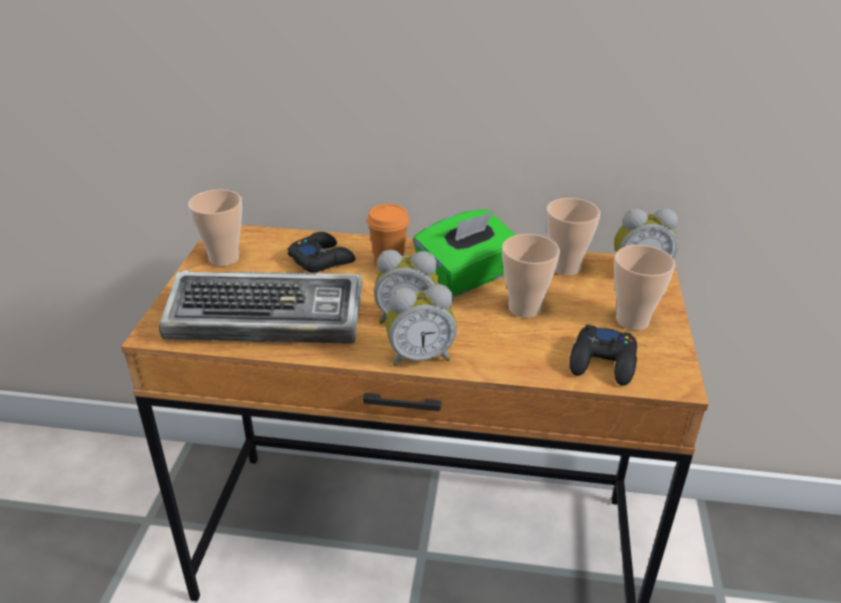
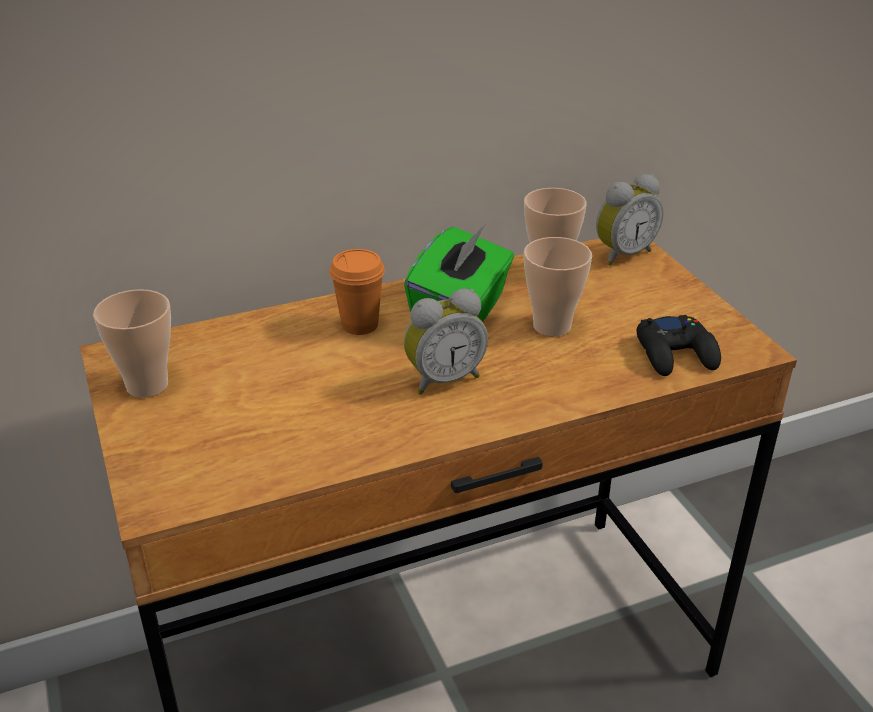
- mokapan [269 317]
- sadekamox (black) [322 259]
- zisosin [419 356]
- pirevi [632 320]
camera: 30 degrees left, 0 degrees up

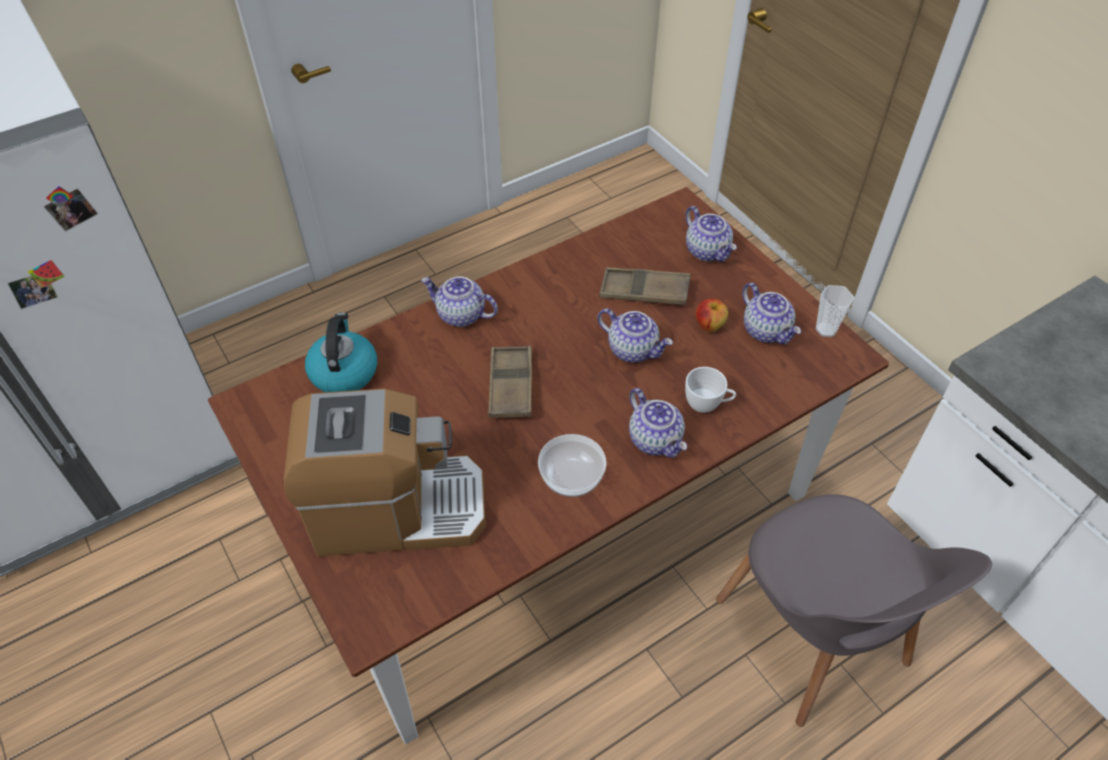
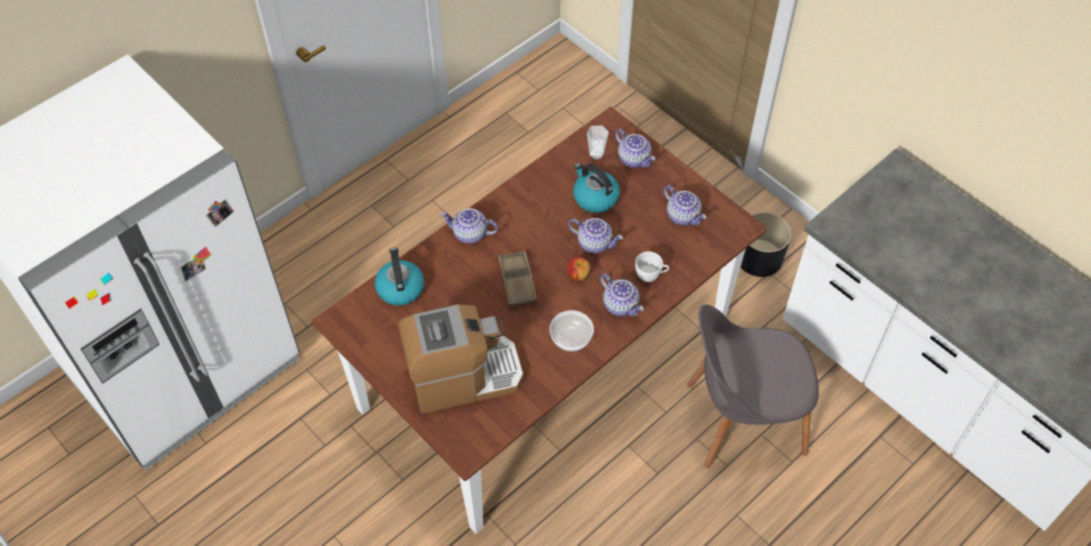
~ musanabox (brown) [644 291] to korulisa [595 197]
~ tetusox [709 325] to [578 275]
~ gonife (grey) [813 637] = [741 419] 120 degrees clockwise
~ pirevi [826 330] to [596 154]
+ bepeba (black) [759 258]
camera: 10 degrees left, 5 degrees up

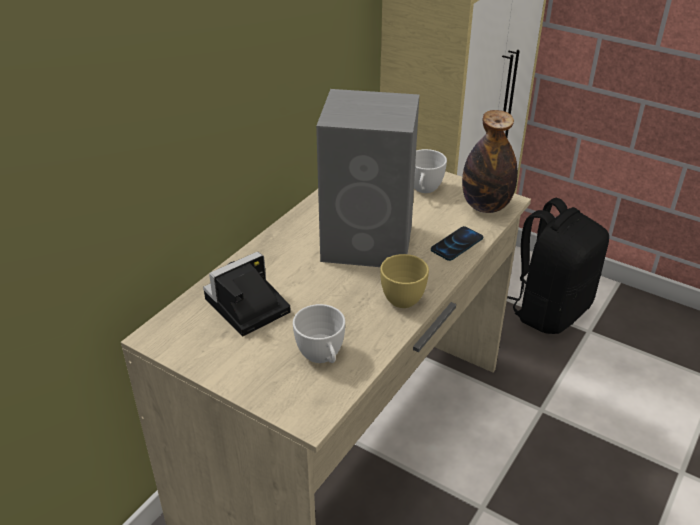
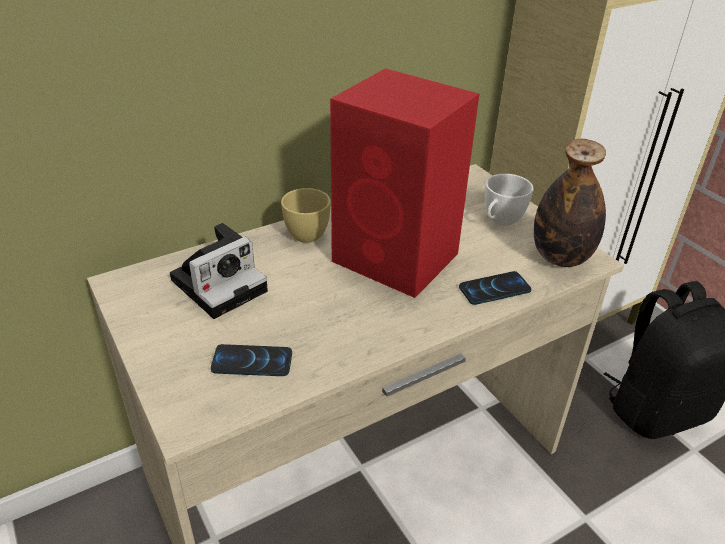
~ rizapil [245 307] = [221 283] 150 degrees clockwise
~ pirevi (white) [322 357] to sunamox [252 362]
~ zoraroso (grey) [370 243] to zoraroso (red) [398 259]
~ pirevi (yellow) [399 296] to [307 231]
camera: 25 degrees right, 0 degrees up

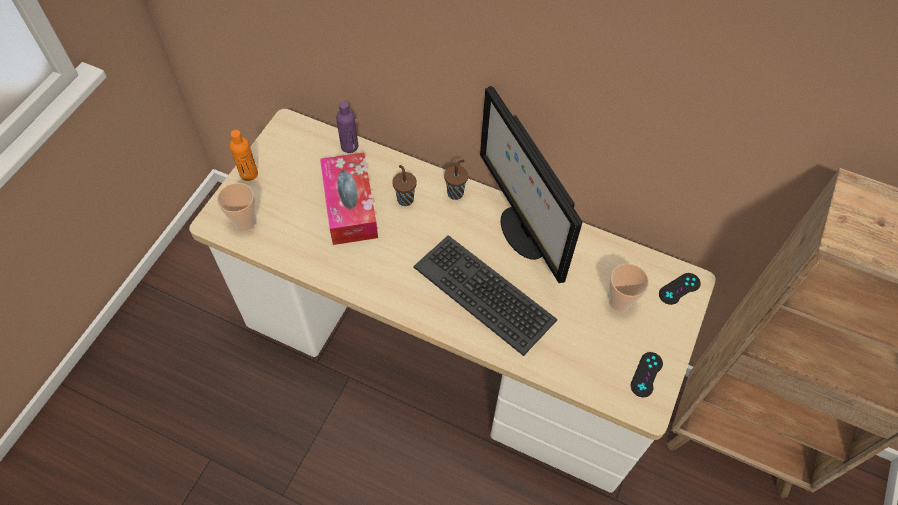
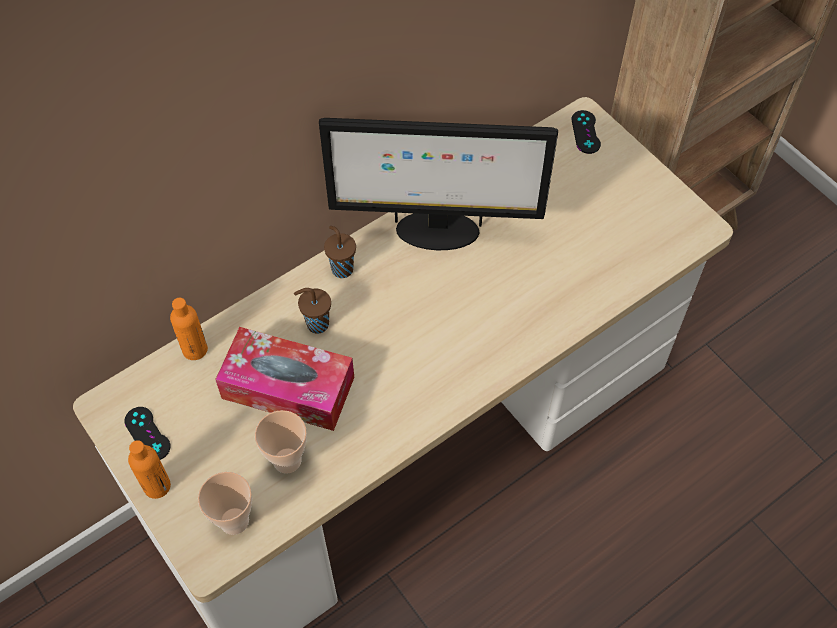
~ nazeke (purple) [349 146] to nazeke (orange) [195 349]
- mokapan [484 293]
~ pirevi [619 302] to [287 460]
~ sadekamox (black) [646 374] to [147 433]
camera: 60 degrees left, 0 degrees up

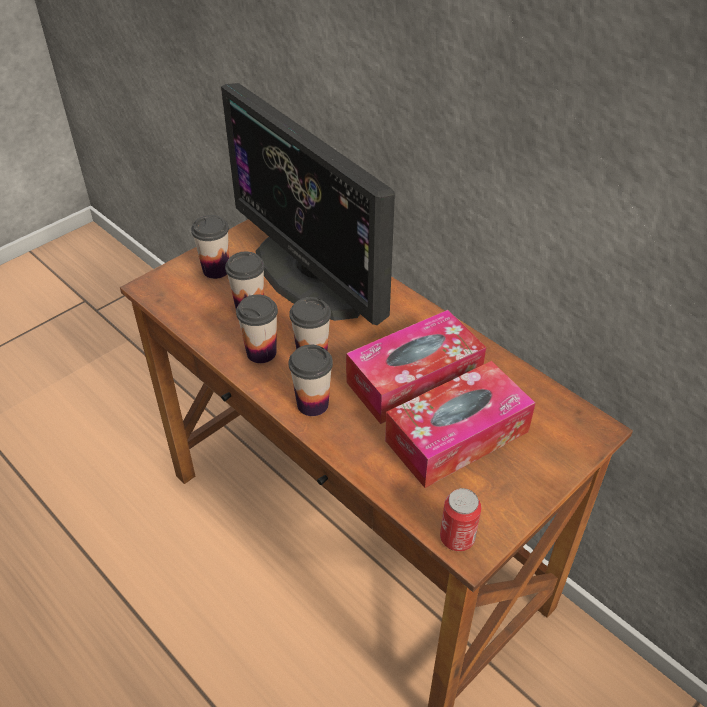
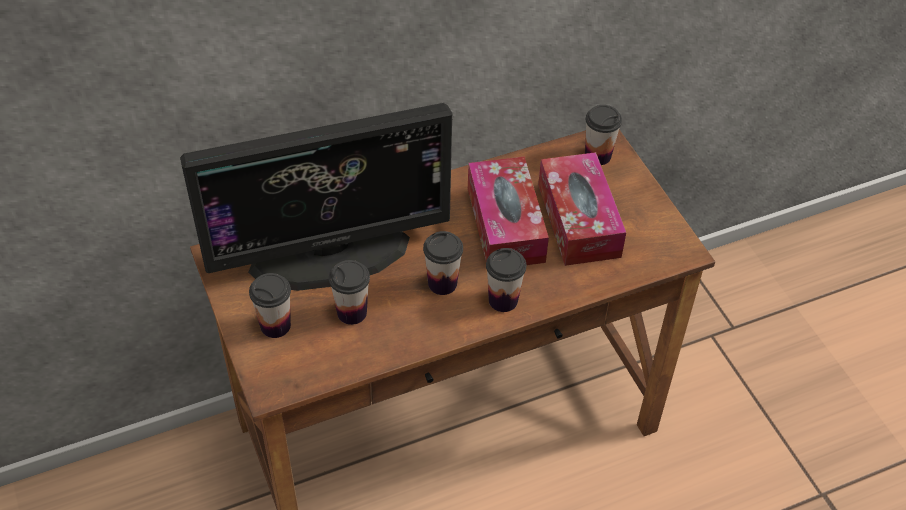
~ pirevi [261 352] to [598 155]
- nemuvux [457 538]
camera: 70 degrees left, 5 degrees up

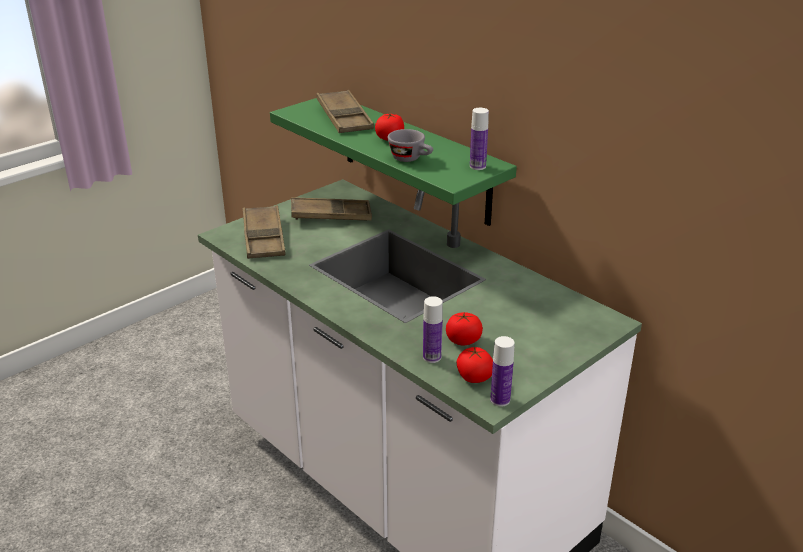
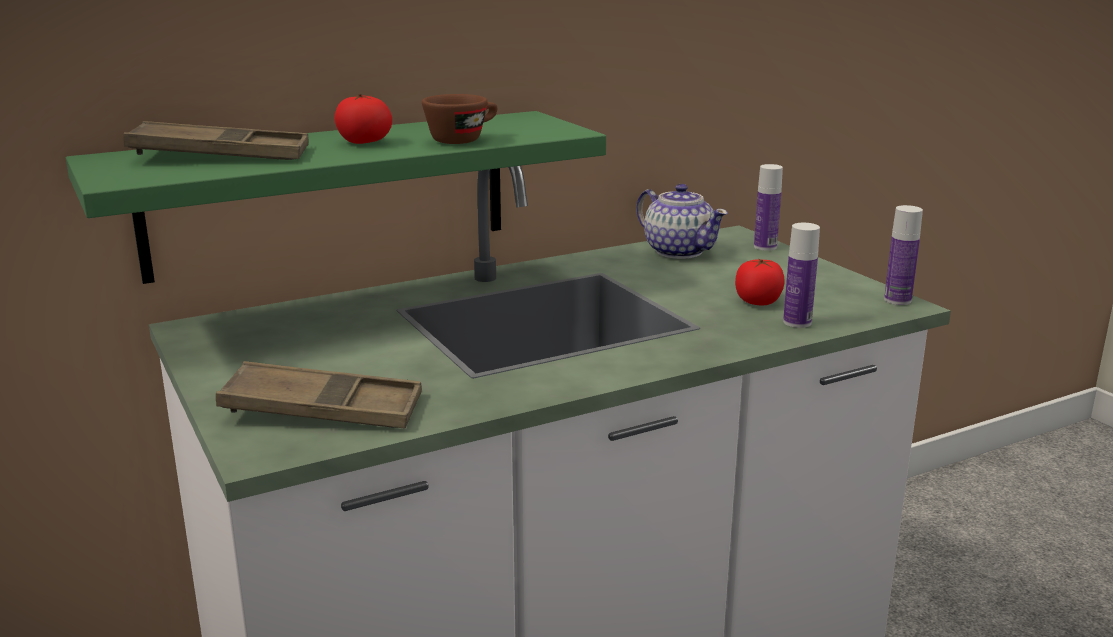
- musanabox (brown) [331 215]
~ pirevi (grey) [411 159] to pirevi (brown) [463 139]
- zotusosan [474 377]
~ nazeke [477 166] to [765 247]
+ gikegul [678 251]
camera: 75 degrees left, 10 degrees down

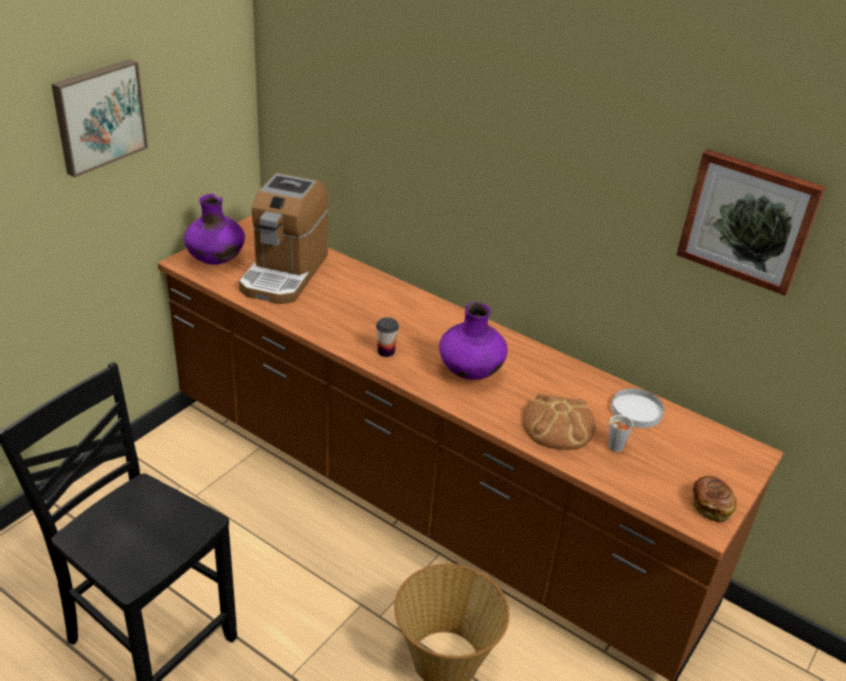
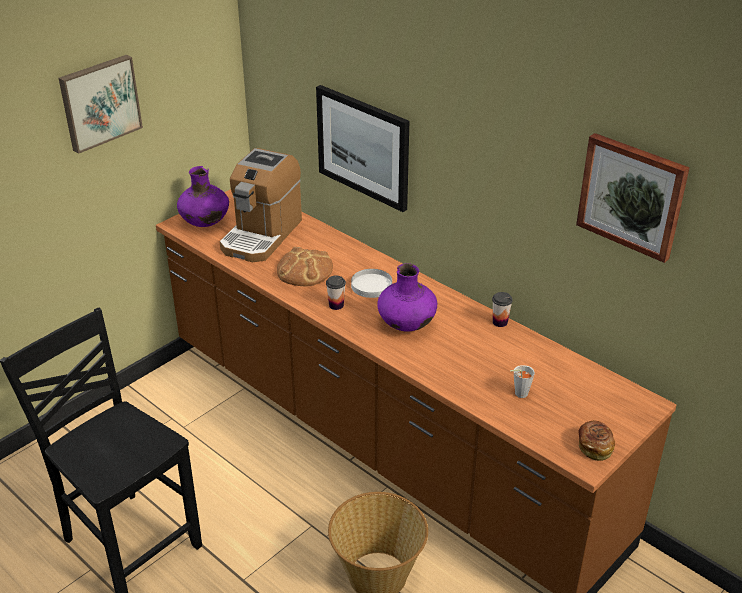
~ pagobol [558 425] to [304 270]
~ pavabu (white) [637 411] to [371 285]
+ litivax [363 147]
+ pirevi [500 322]
camera: 10 degrees right, 0 degrees up

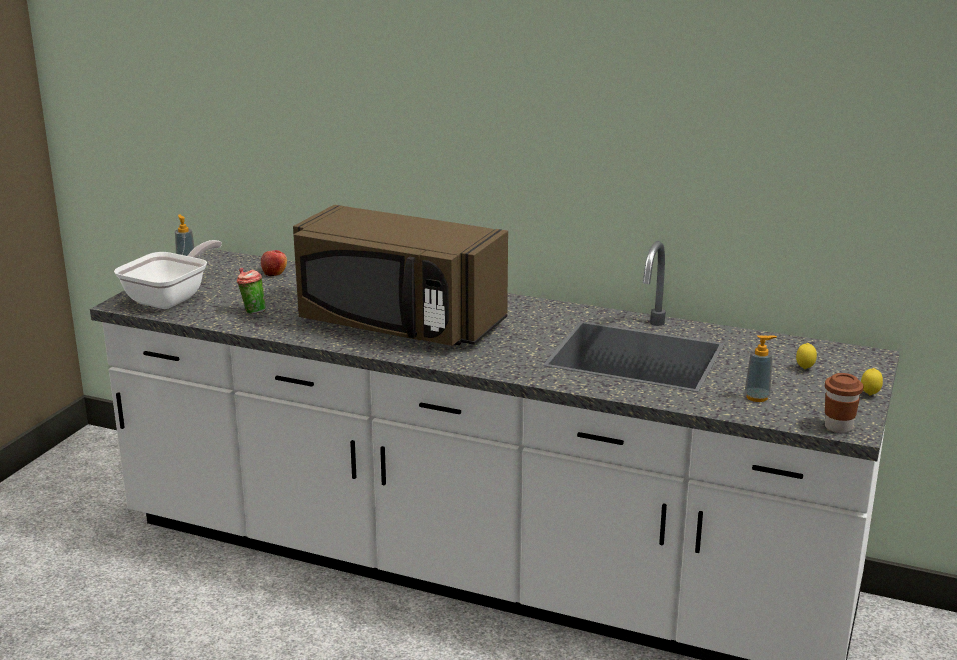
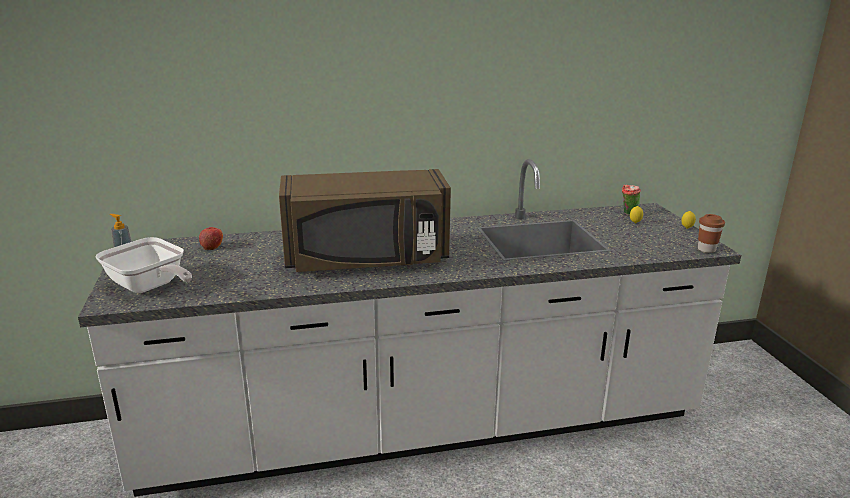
~ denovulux [172 298] = [149 287] 135 degrees clockwise
~ pirevi [252 312] to [628 214]
- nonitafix [757 397]
camera: 35 degrees left, 0 degrees up

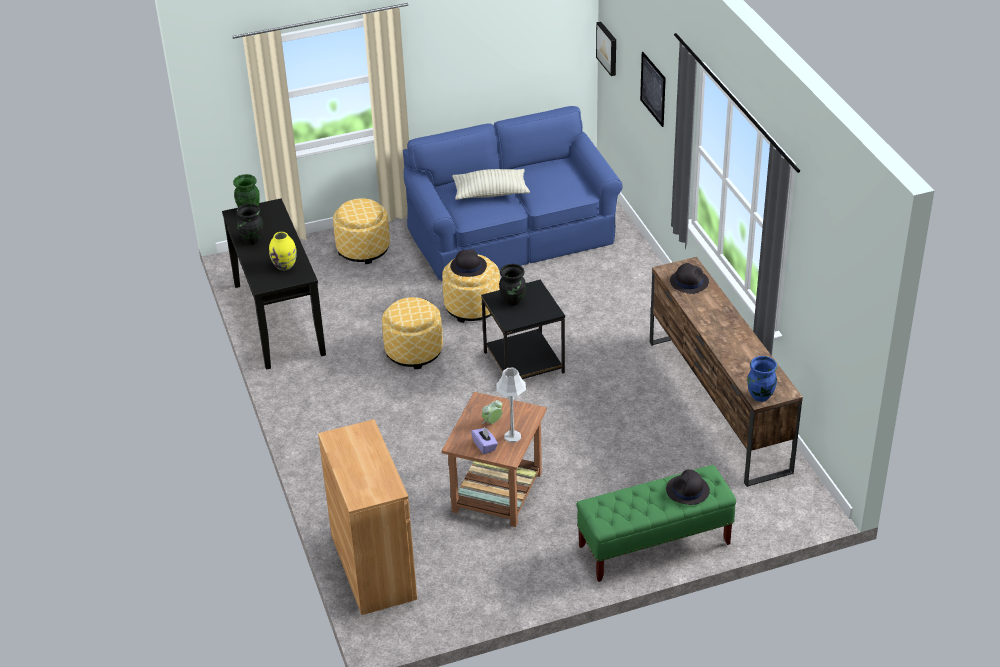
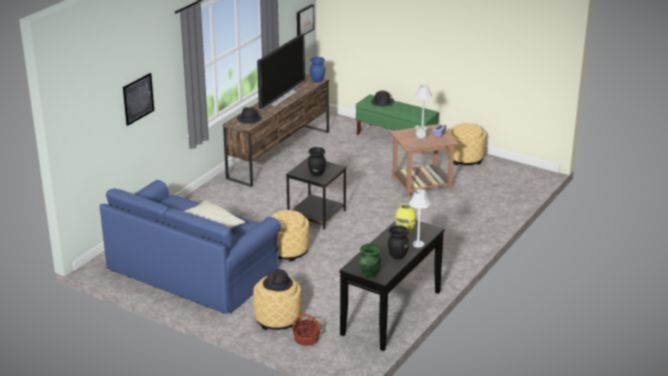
- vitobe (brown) [373 567]
~ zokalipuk [414 351] to [465 158]
~ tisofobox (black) [468 266] to [277 284]
~ litivax [608 48] to [304 20]
+ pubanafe [280 98]
+ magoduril [306 339]
+ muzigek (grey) [418 244]
camera: 130 degrees left, 10 degrees down

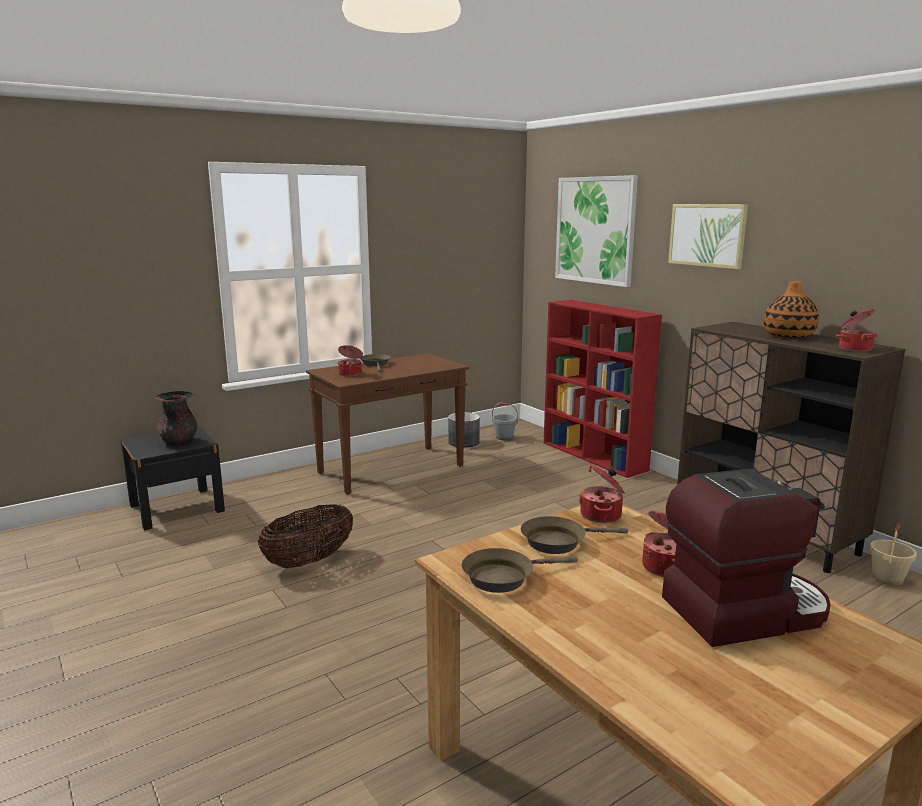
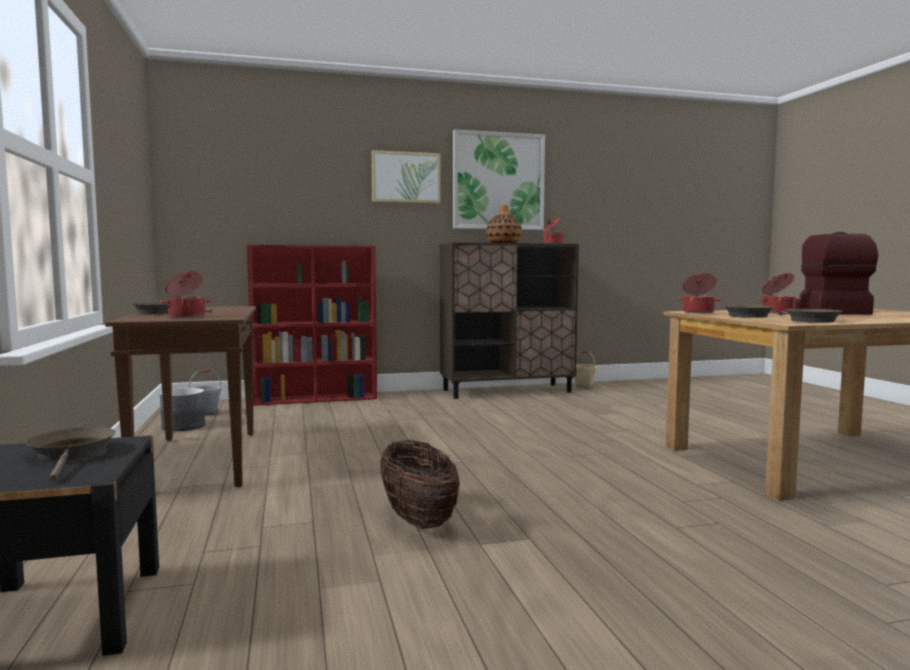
~ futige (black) [179 442] to denovulux (brown) [72 455]
~ litivax [595 230] to [498 181]
camera: 70 degrees left, 10 degrees down

